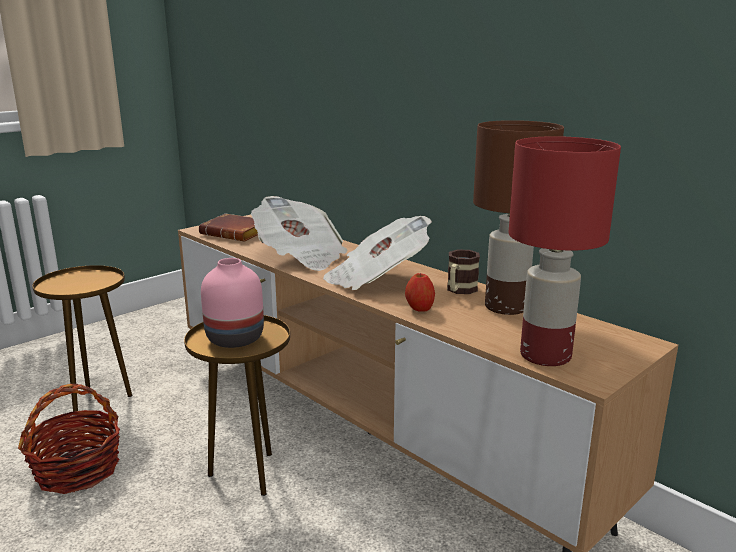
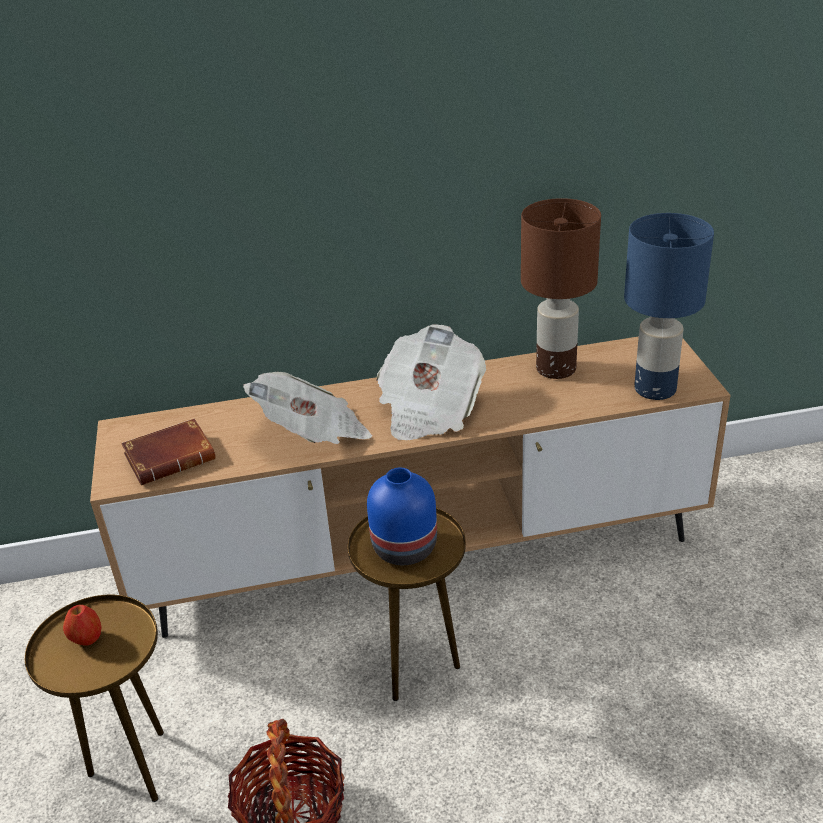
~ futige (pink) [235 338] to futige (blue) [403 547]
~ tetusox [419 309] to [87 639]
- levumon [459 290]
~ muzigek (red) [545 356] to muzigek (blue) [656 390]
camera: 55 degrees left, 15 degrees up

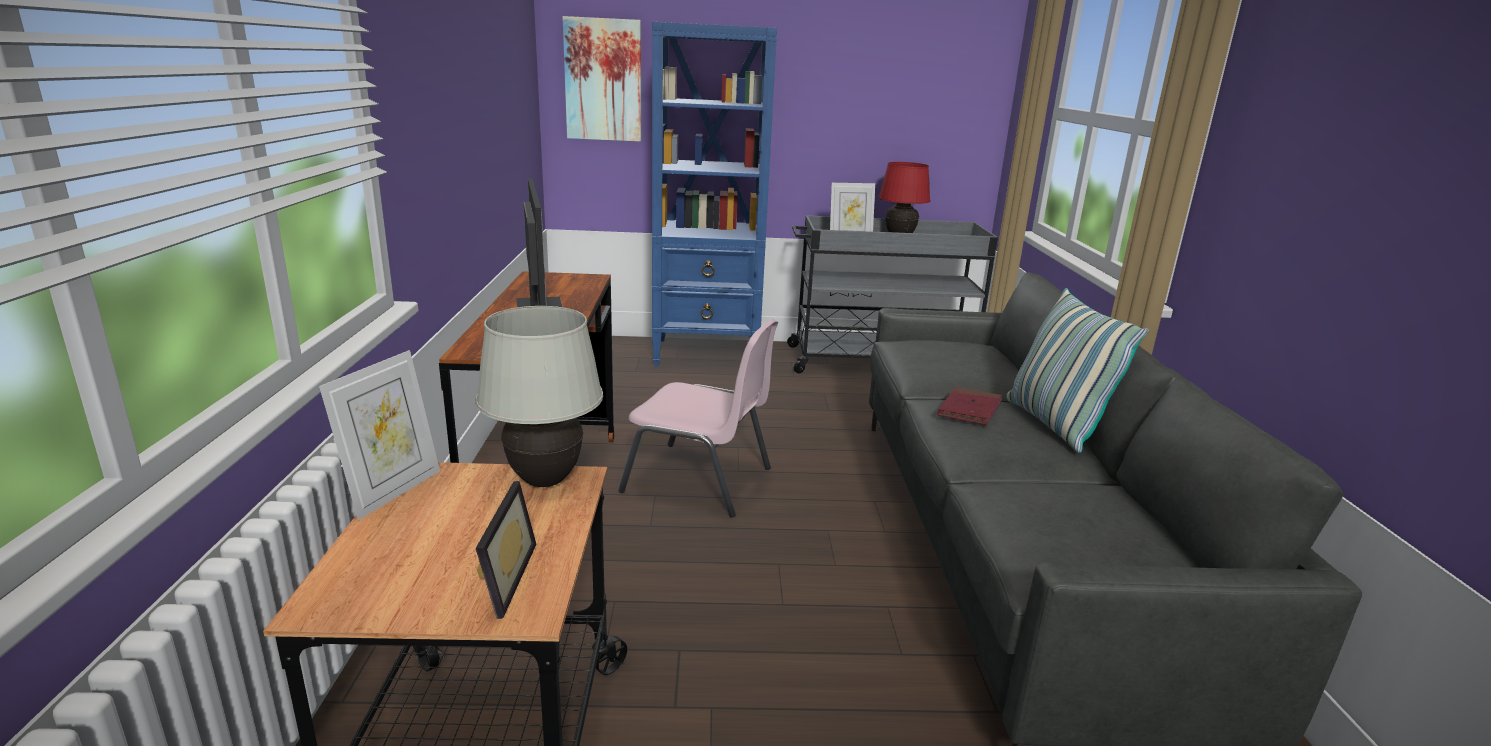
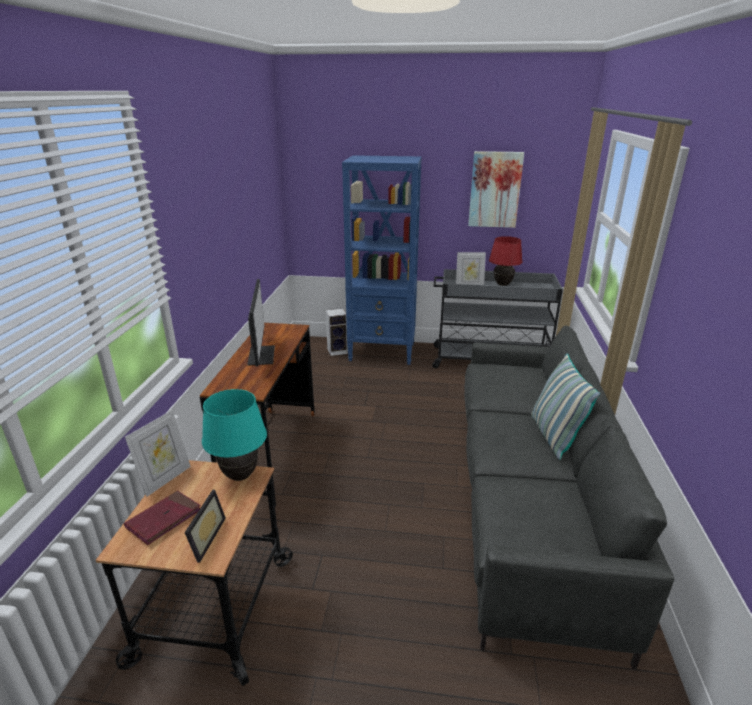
~ muzigek (white) [546 481] to muzigek (turquoise) [240 476]
~ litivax [603 80] to [495 190]
- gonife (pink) [700 480]
~ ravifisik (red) [969 410] to [164 519]
+ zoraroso [338 351]
camera: 10 degrees right, 5 degrees up

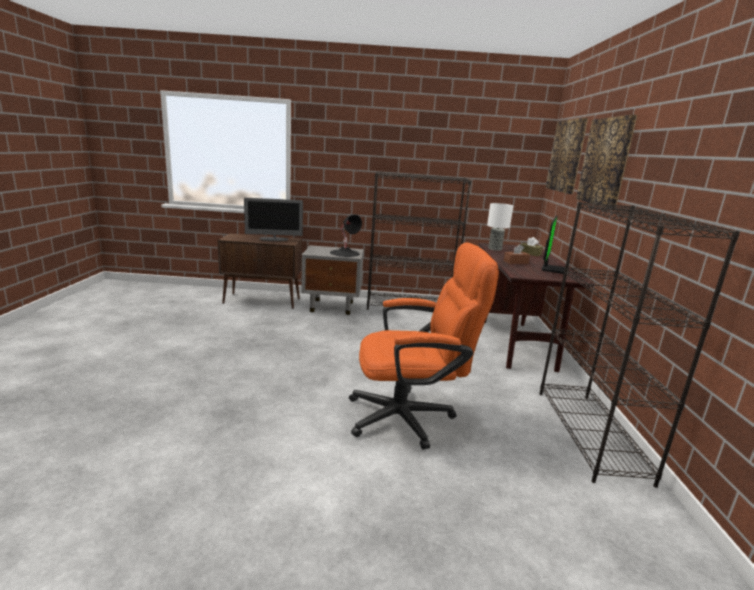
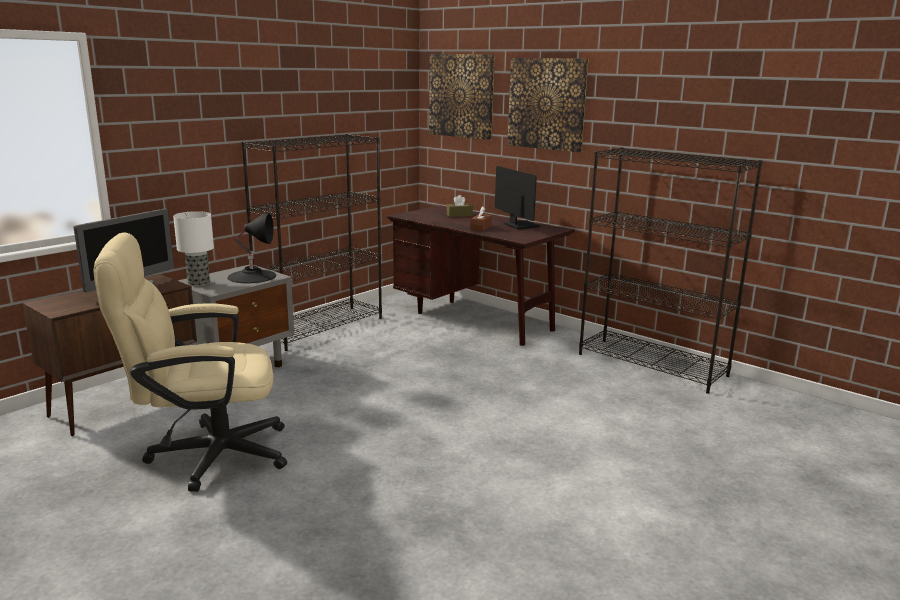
- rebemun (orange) [411 417]
~ muzigek [495 249] to [199 283]
+ rebemun (beige) [205 455]
camera: 50 degrees left, 0 degrees up

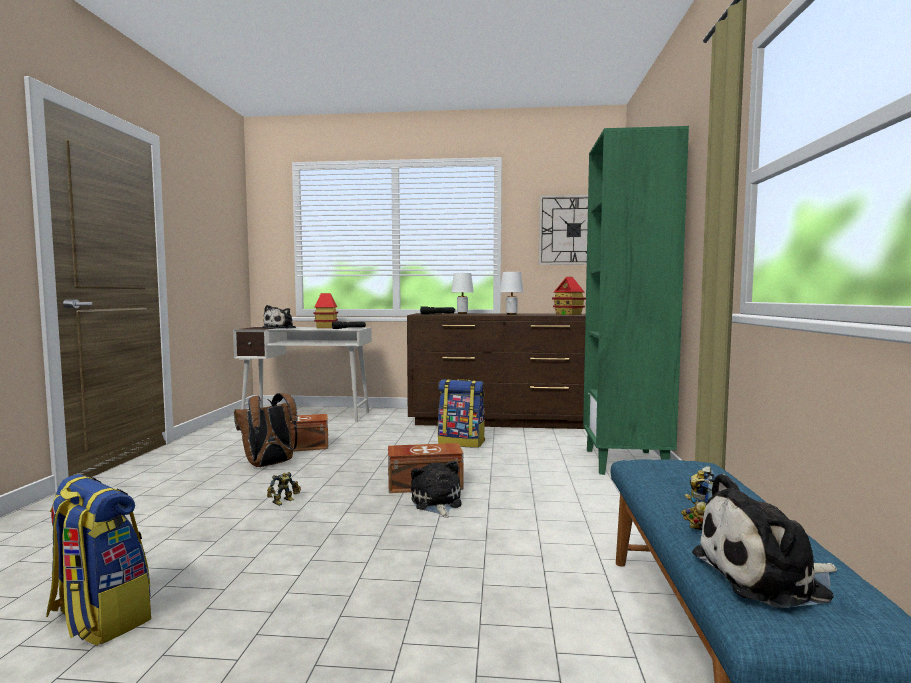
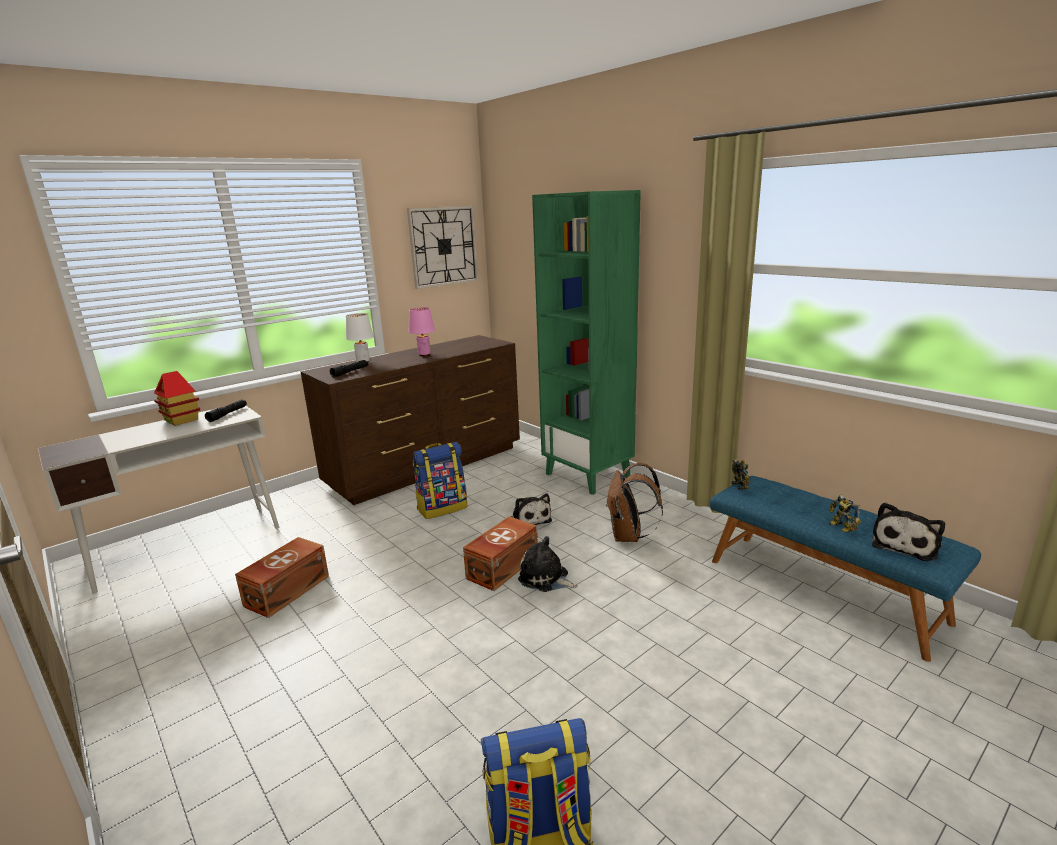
~ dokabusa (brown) [269 465] to [629 536]
~ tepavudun [281 328] to [529 519]
~ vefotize [284 502] to [741 485]
~ muzigek (white) [511 314] to muzigek (pink) [424 355]
- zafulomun [568 314]
camera: 45 degrees left, 15 degrees up

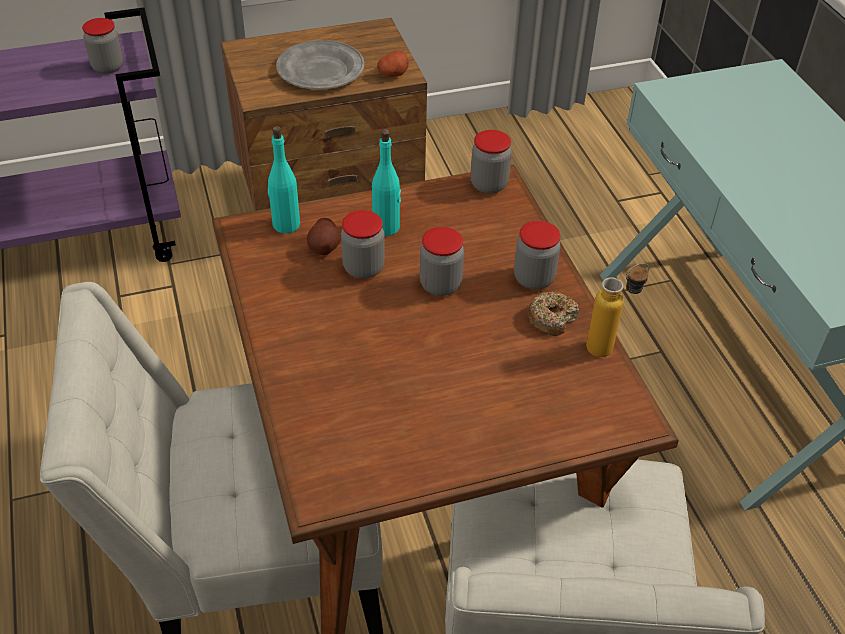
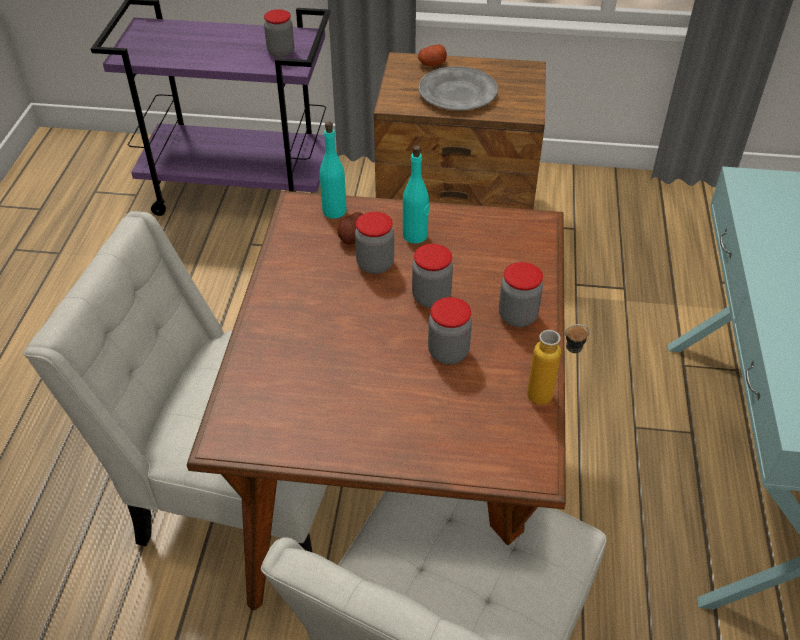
~ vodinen [393 74] to [432 64]
~ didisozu [489 184] to [448 352]
- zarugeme [552 318]
camera: 25 degrees right, 0 degrees up

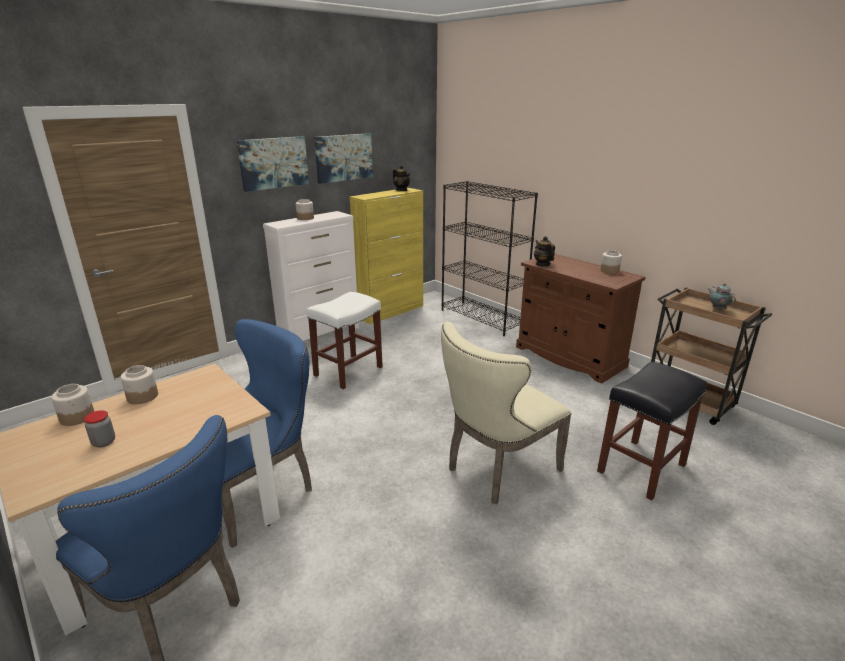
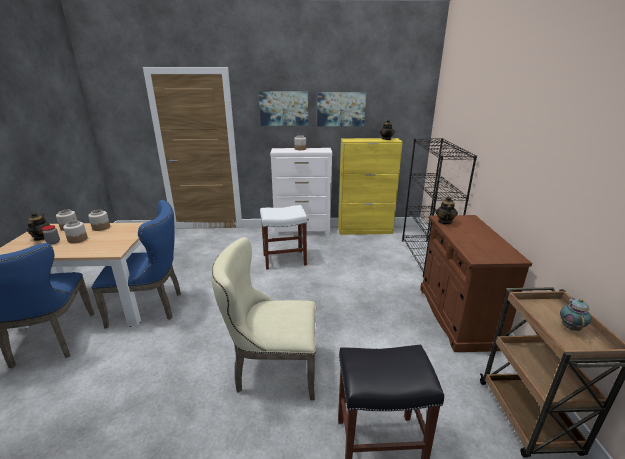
~ didisozu [609 271] to [77 239]
+ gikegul [42 238]
camera: 40 degrees right, 0 degrees up

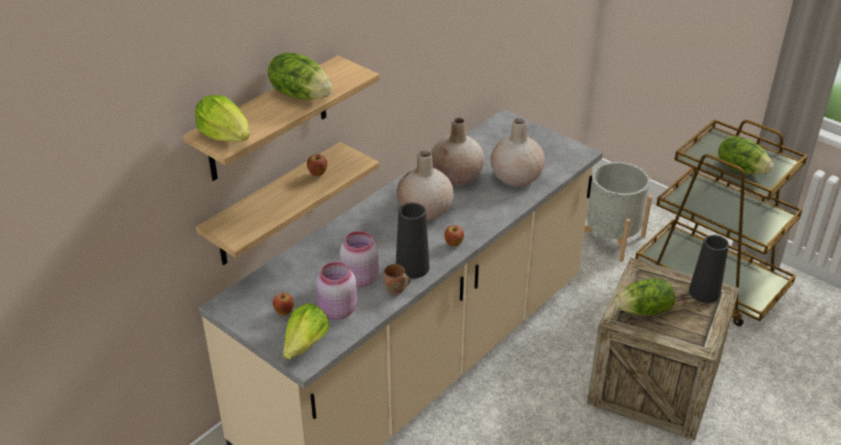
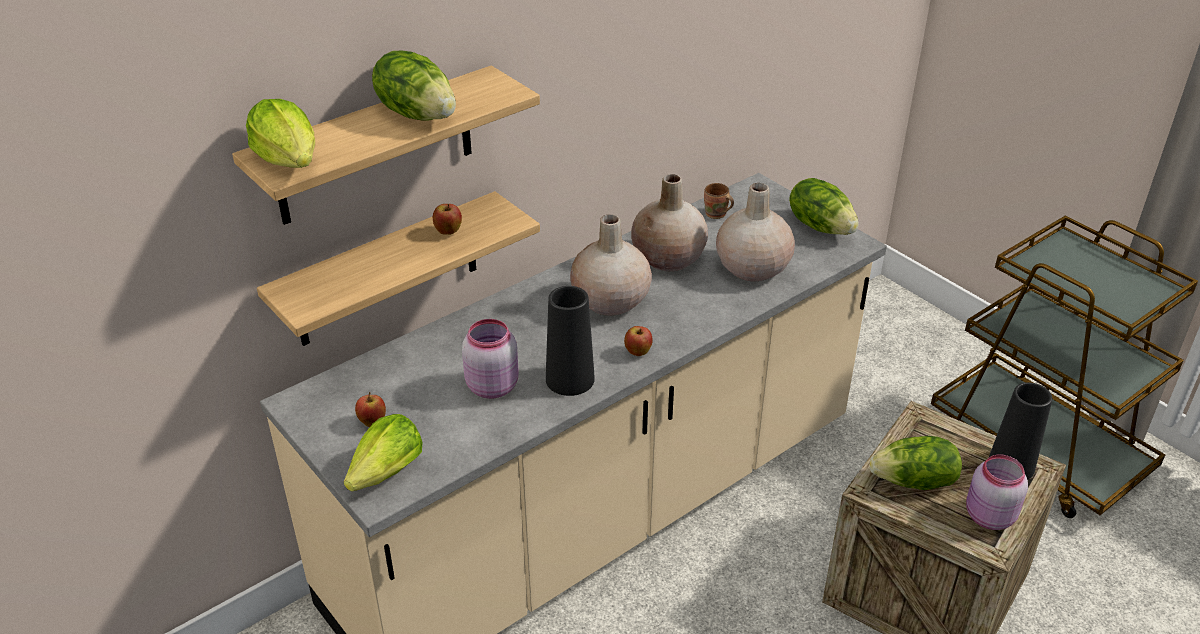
~ didisozu (pink) [337 310] to [988 517]
~ levumon (brown) [396 290] to [716 215]
- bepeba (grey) [611 239]
~ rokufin [741 169] to [821 226]
camera: 10 degrees right, 0 degrees up

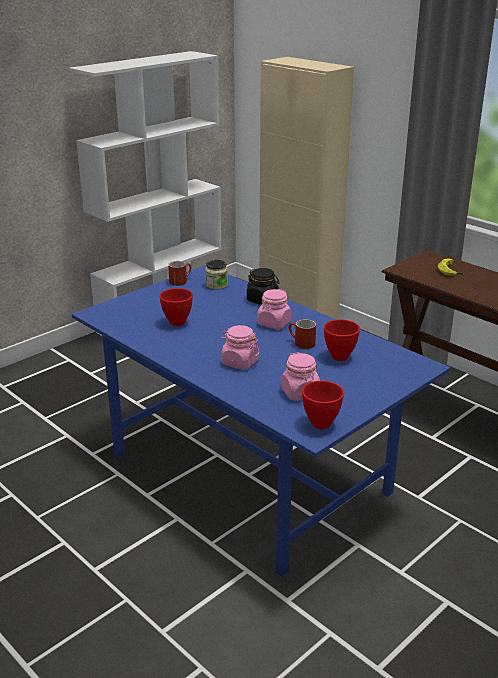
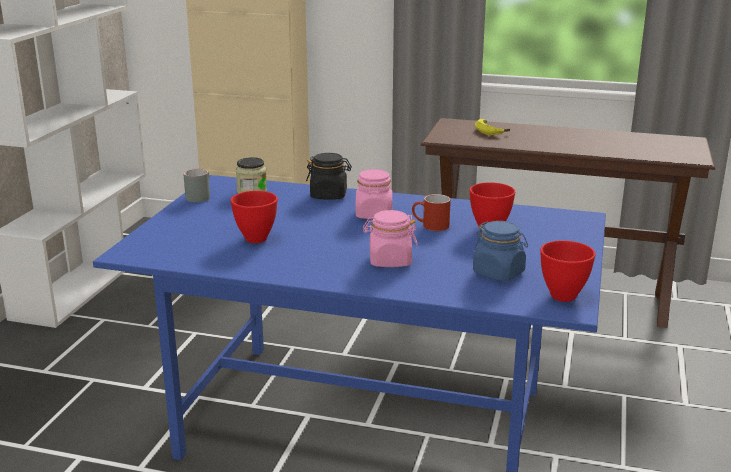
~ levumon (red) [180 281] to levumon (grey) [199 196]
~ didisozu (pink) [300 393] to didisozu (blue) [499 273]
camera: 30 degrees left, 5 degrees down

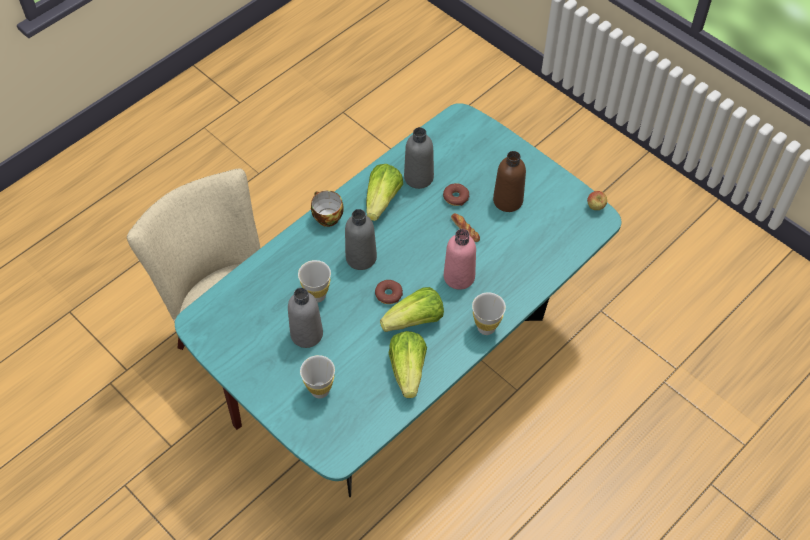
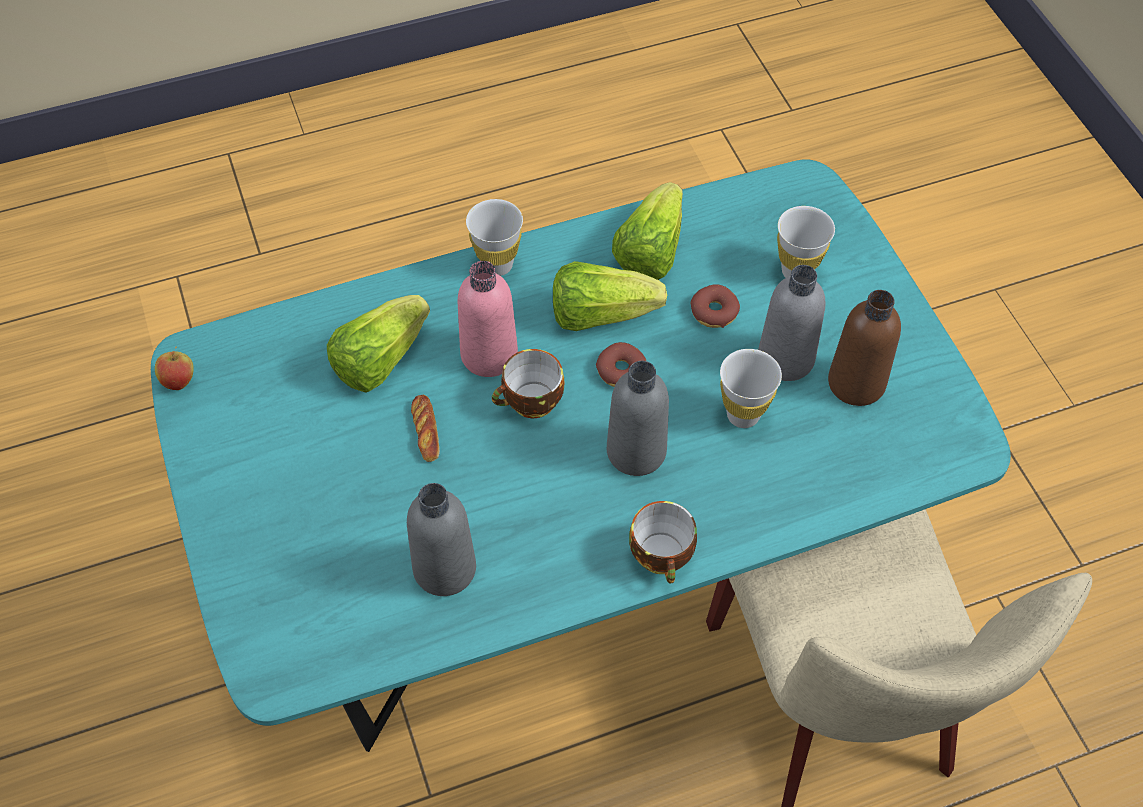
~ rokufin [382 201] to [379 360]
~ zarugeme [455 197] to [714 312]
~ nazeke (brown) [508 200] to [856 383]
+ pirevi [531 403]
camera: 155 degrees left, 0 degrees up

